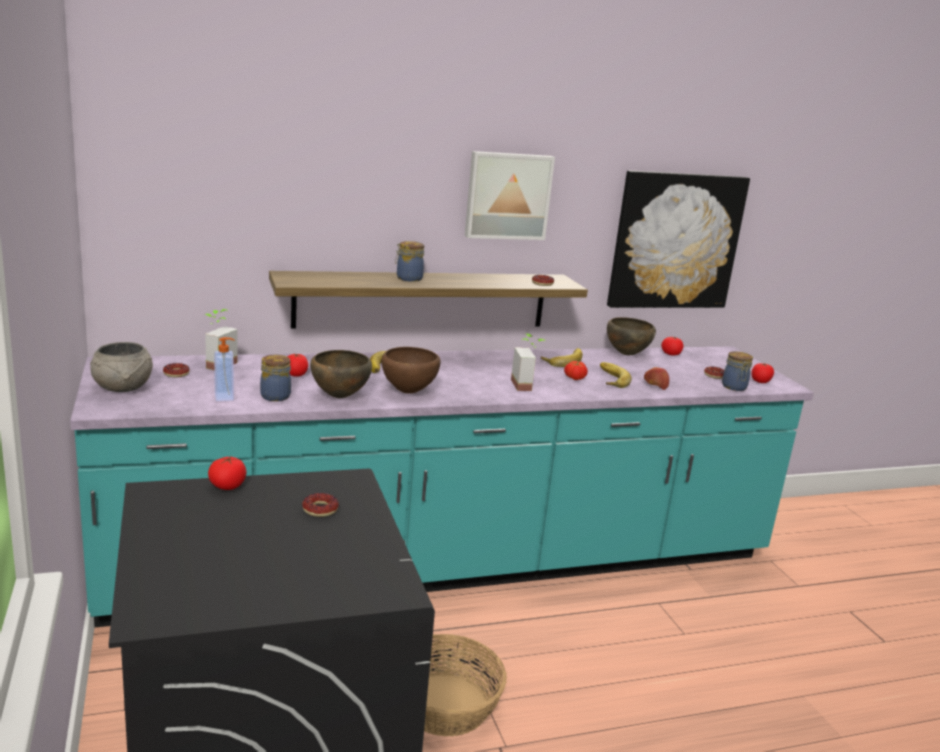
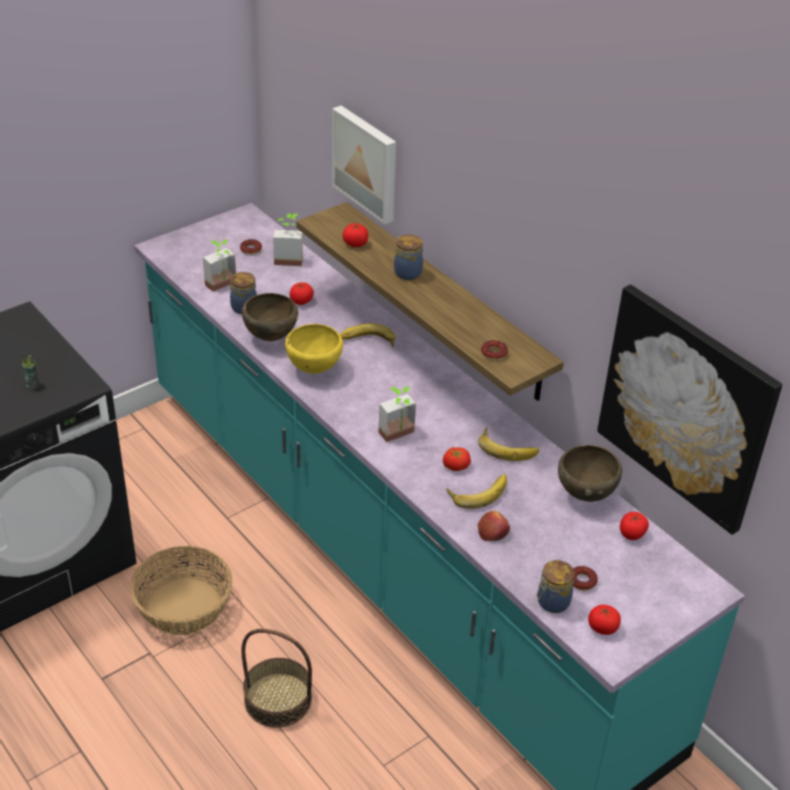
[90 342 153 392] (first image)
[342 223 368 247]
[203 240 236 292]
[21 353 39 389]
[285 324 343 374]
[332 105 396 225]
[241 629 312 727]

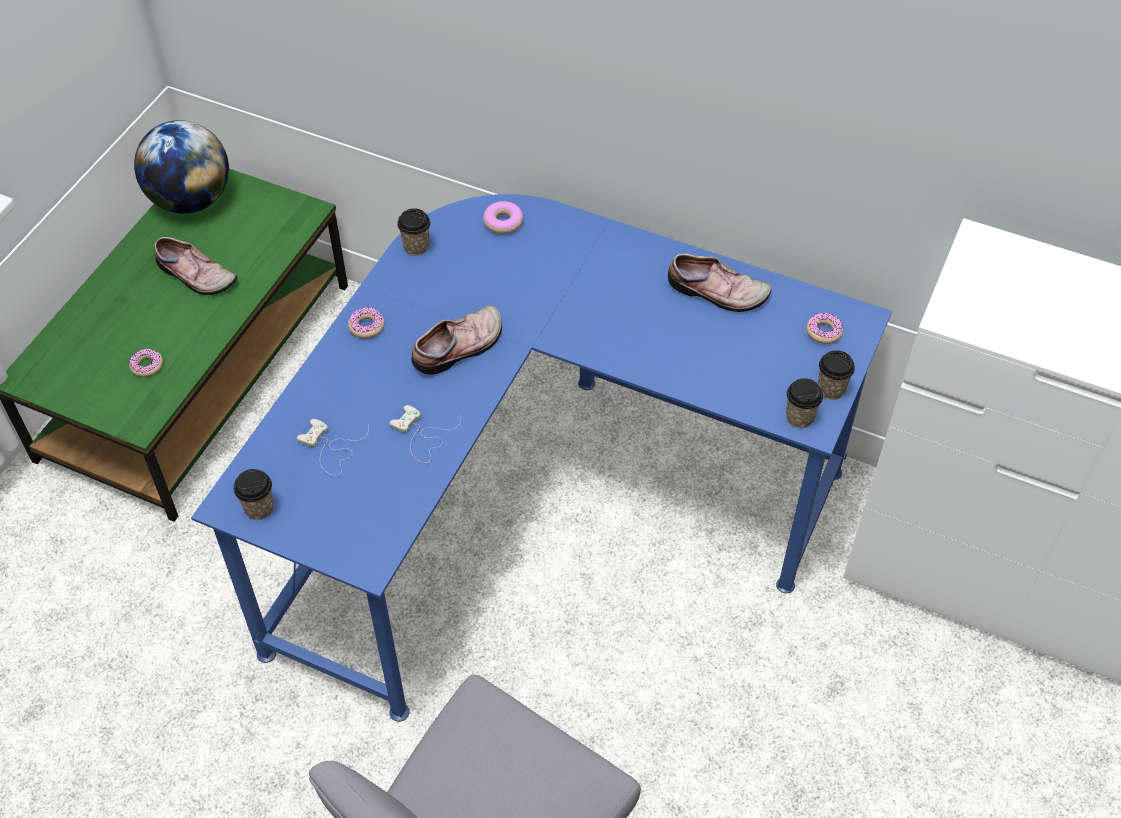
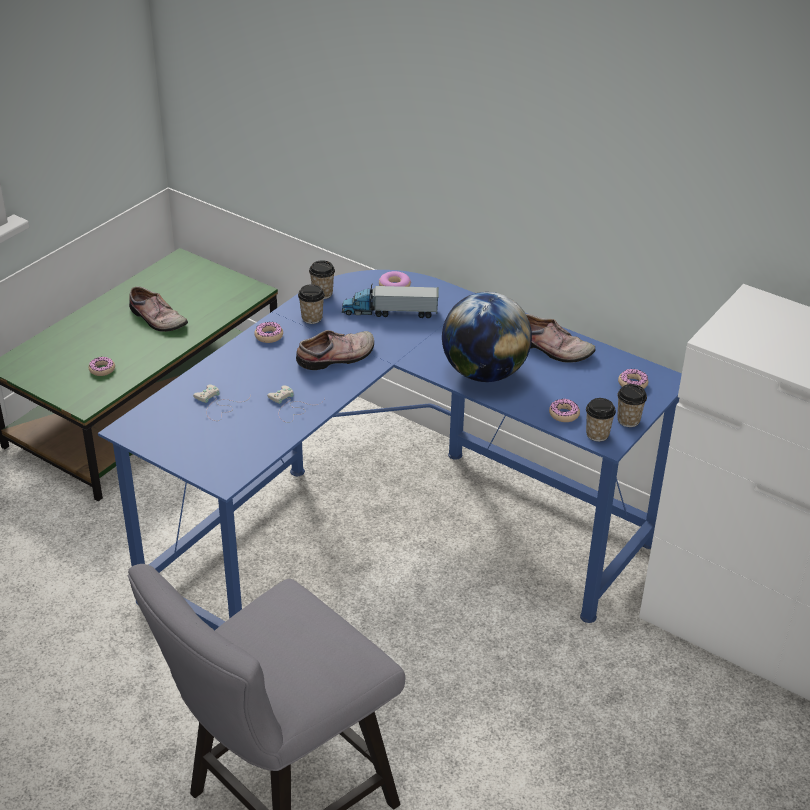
[442 292 532 382]
[298 284 325 324]
[342 284 439 318]
[549 399 580 422]

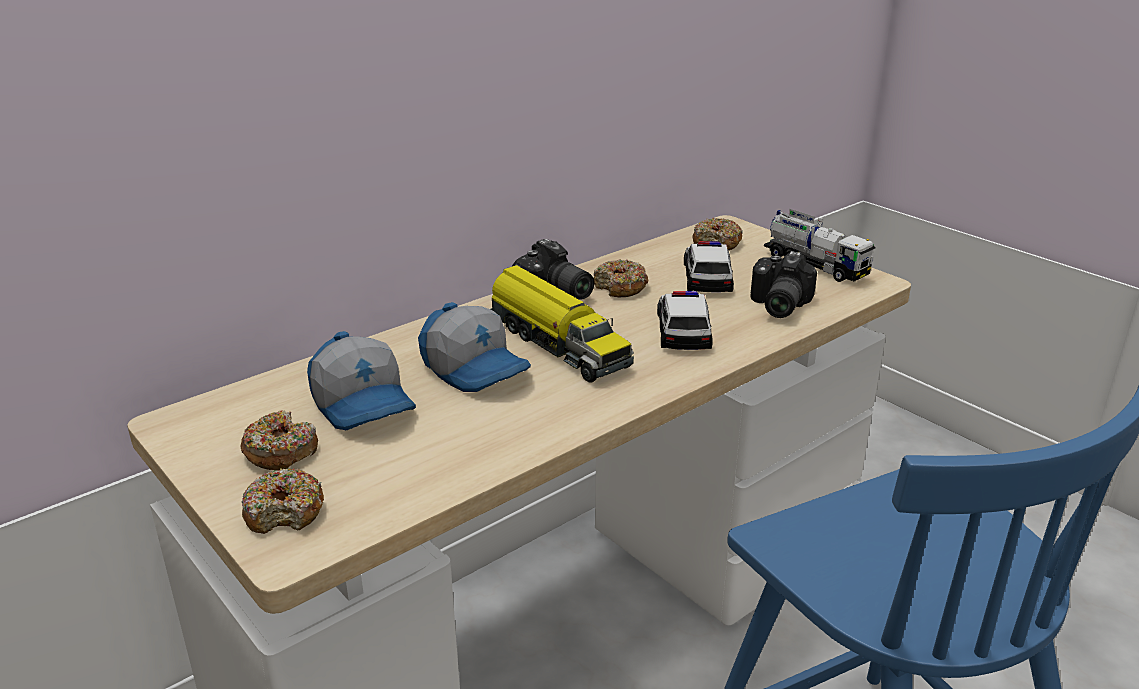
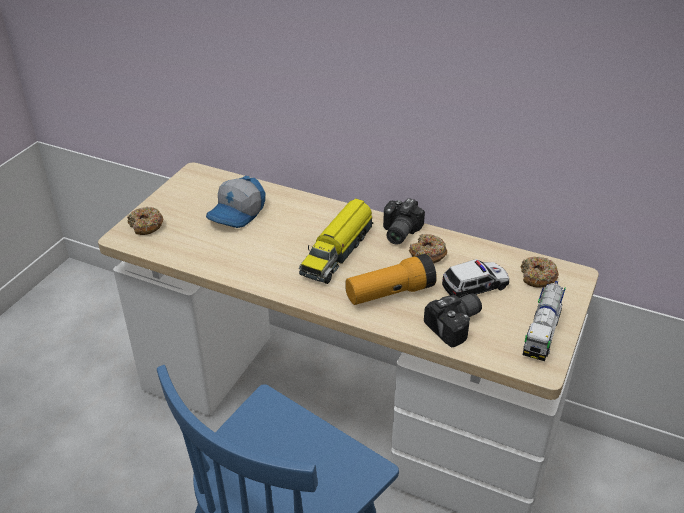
[240 411 318 470] (first image)
[418 302 531 392] (first image)
[345 254 437 305]
[424 293 482 347]

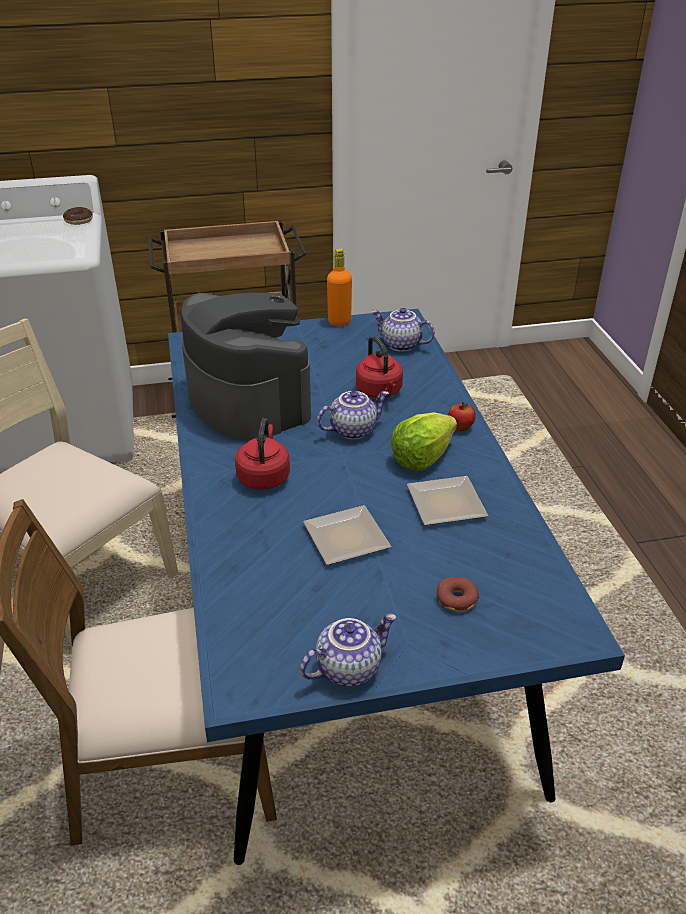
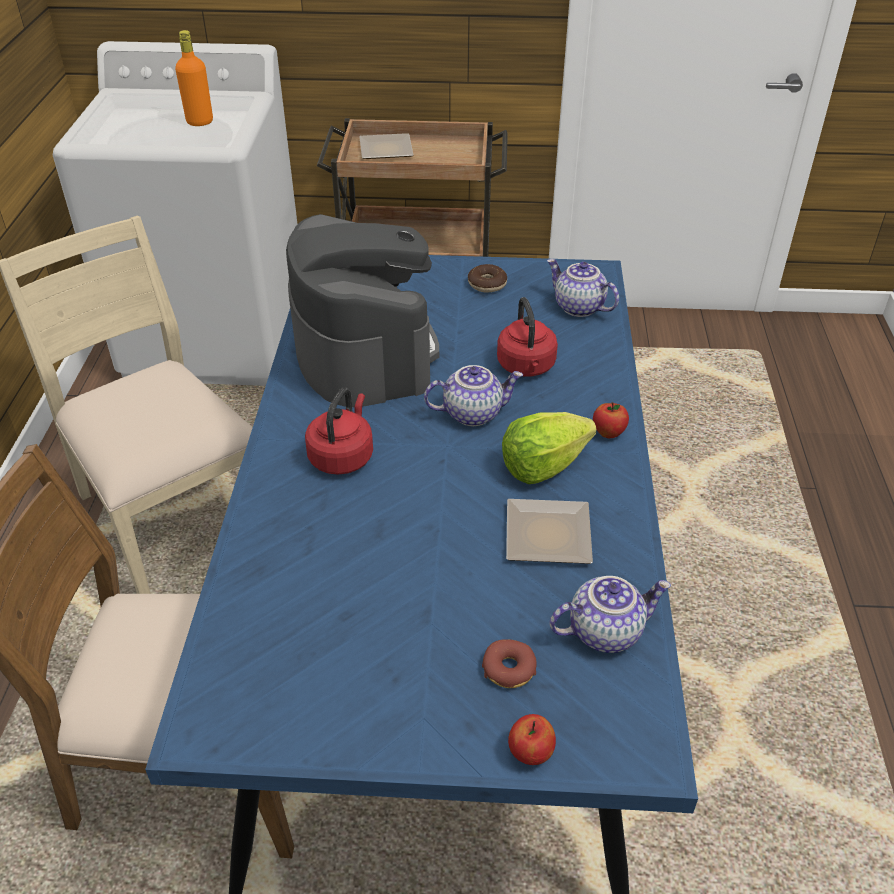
[468 264 507 293]
[549 576 671 653]
[359 133 414 159]
[175 30 213 126]
[508 714 556 765]

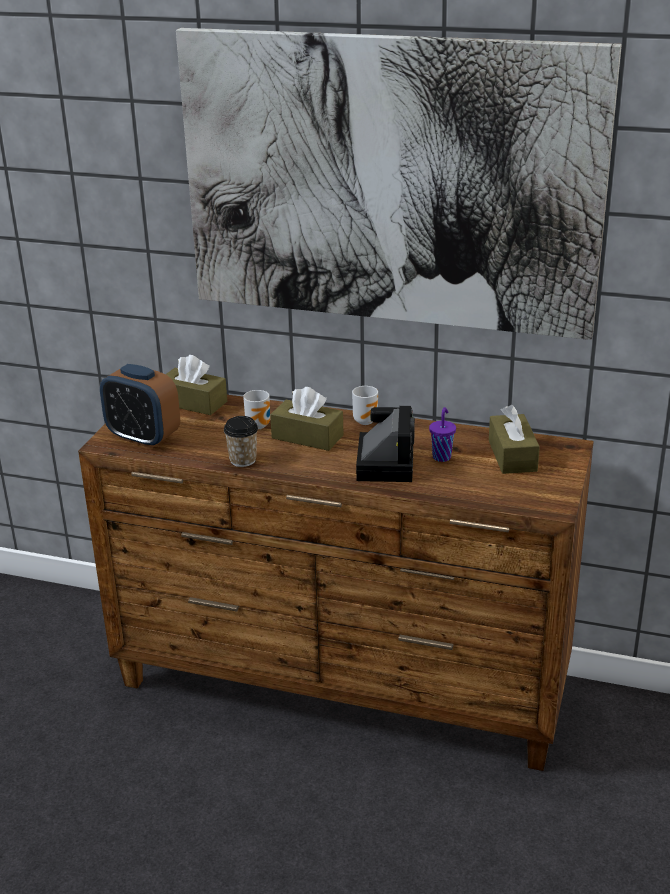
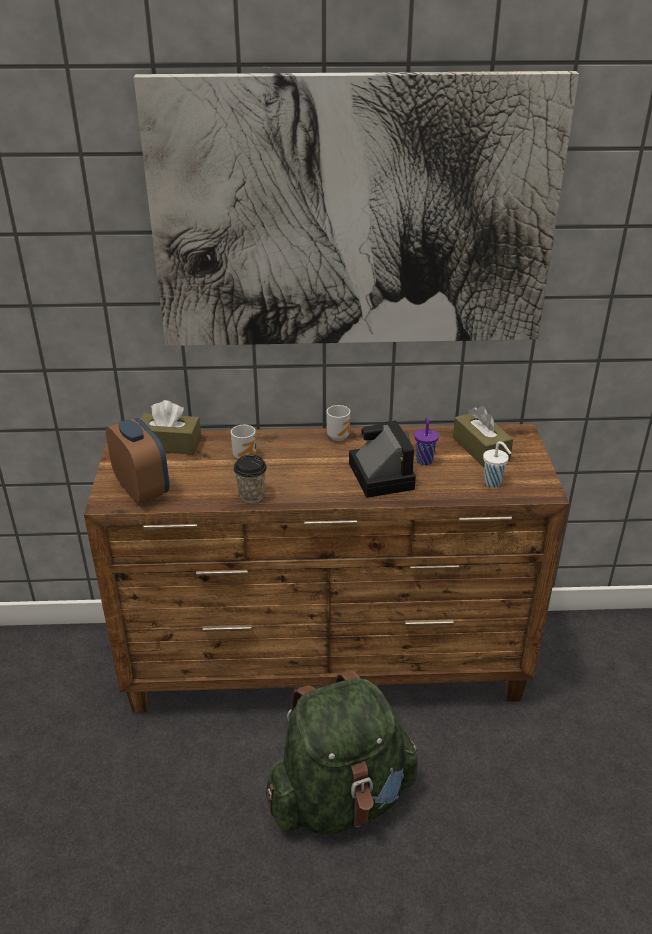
[106 418 170 503]
[270 387 343 451] (first image)
[266 671 418 835]
[483 441 511 488]

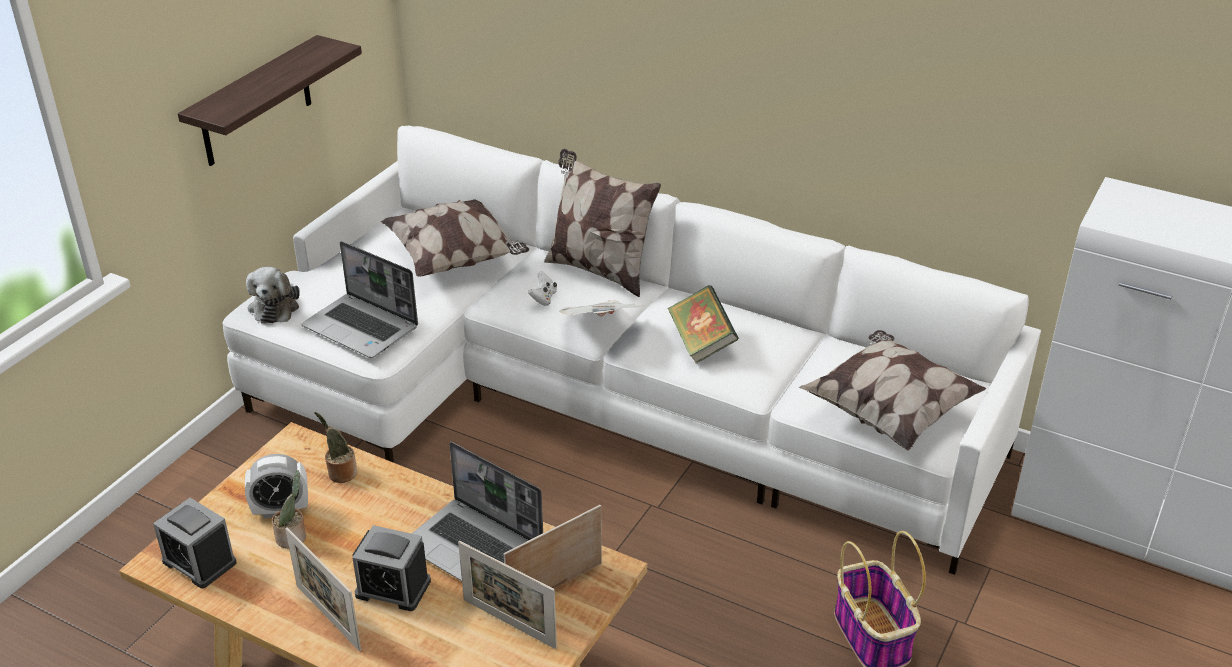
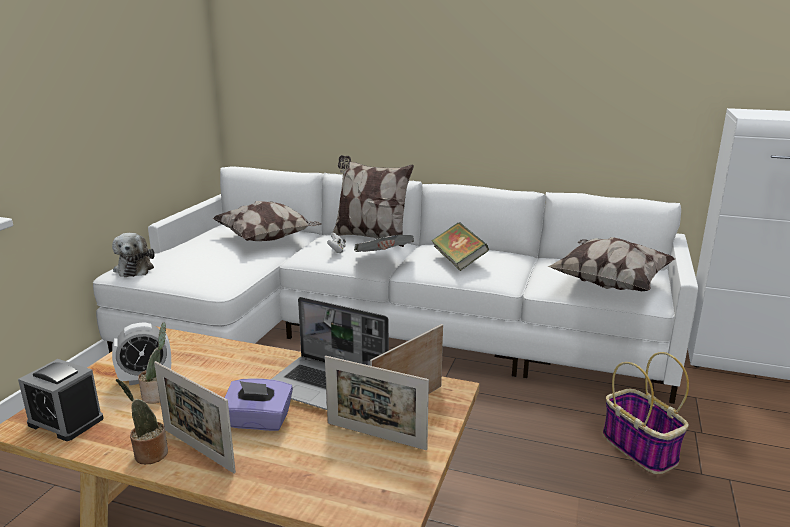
[178 35 362 166] (first image)
[302 241 418 358] (first image)
[116 379 168 464]
[225 378 293 431]

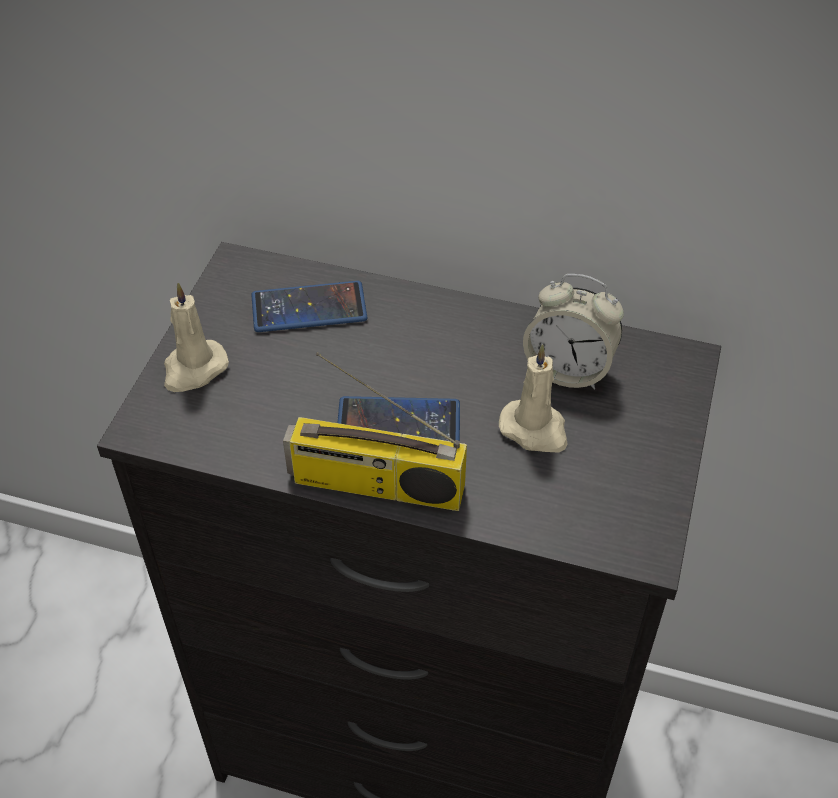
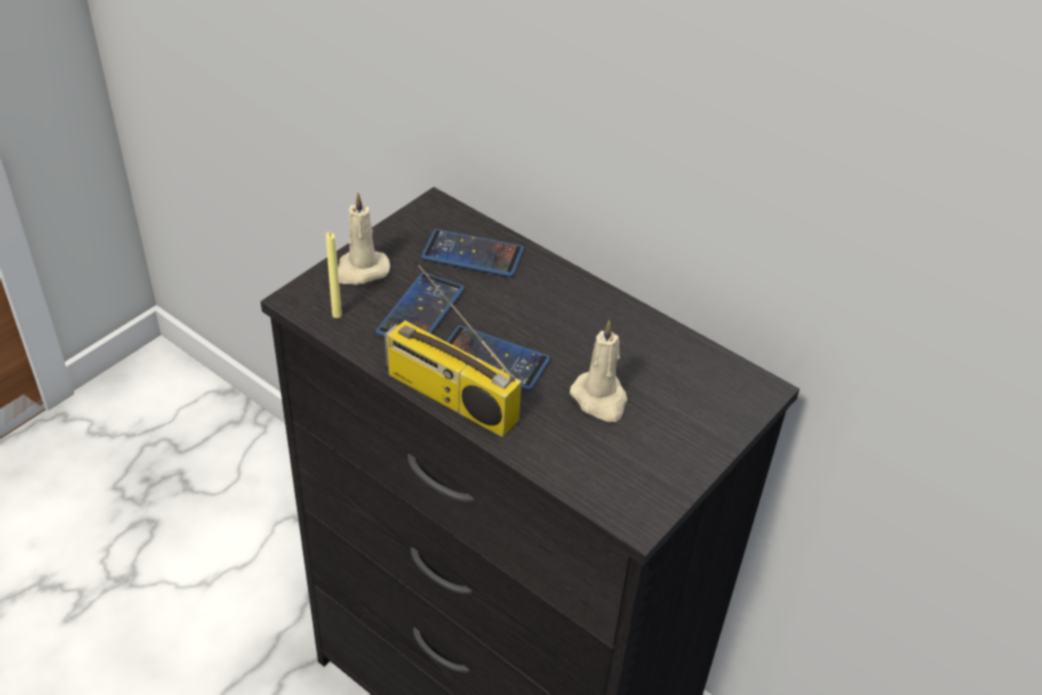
[523 274 624 390] (first image)
[326 232 342 318]
[375 273 465 337]

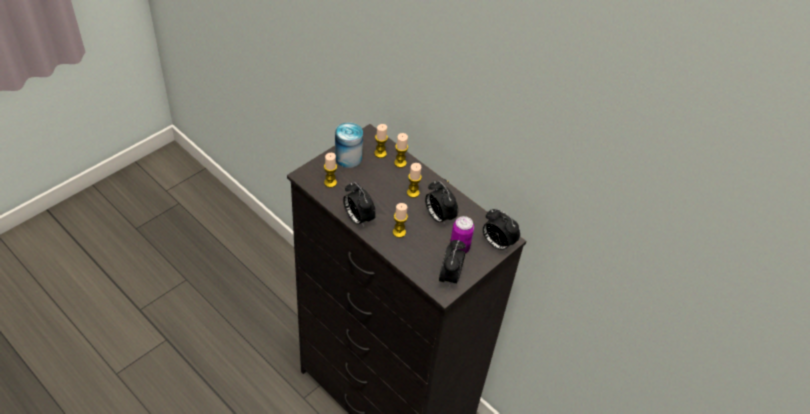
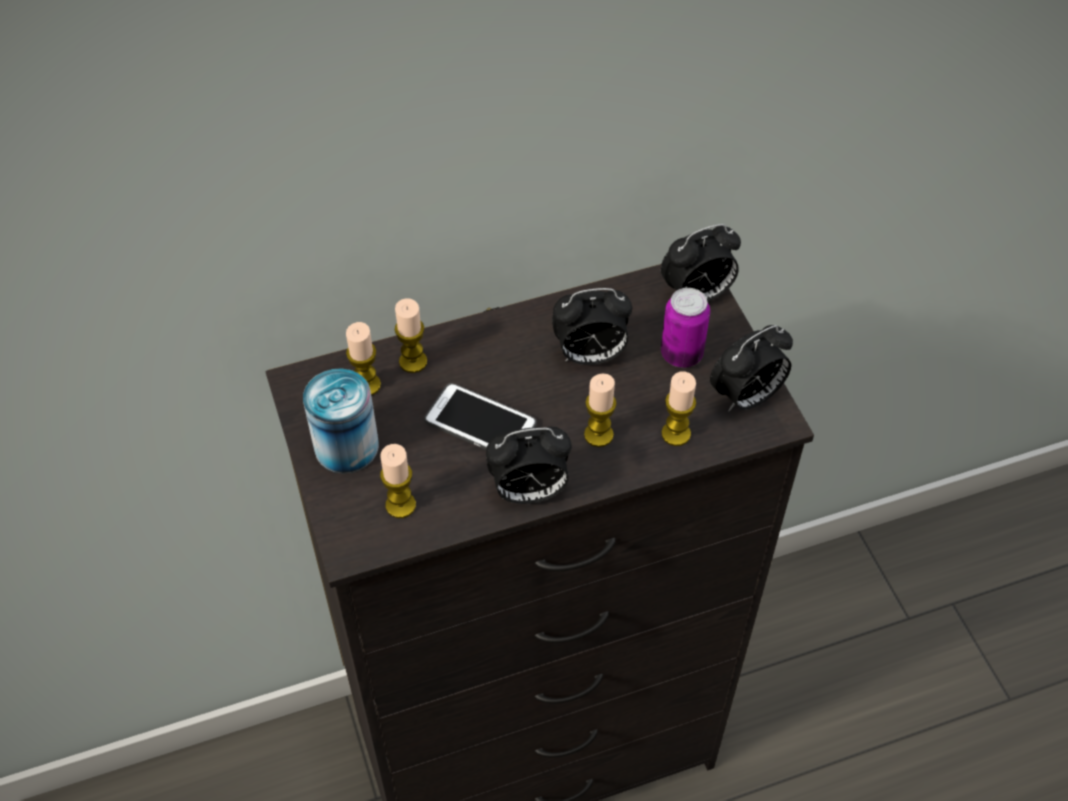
[661 371 696 446]
[710 325 793 412]
[424 383 537 450]

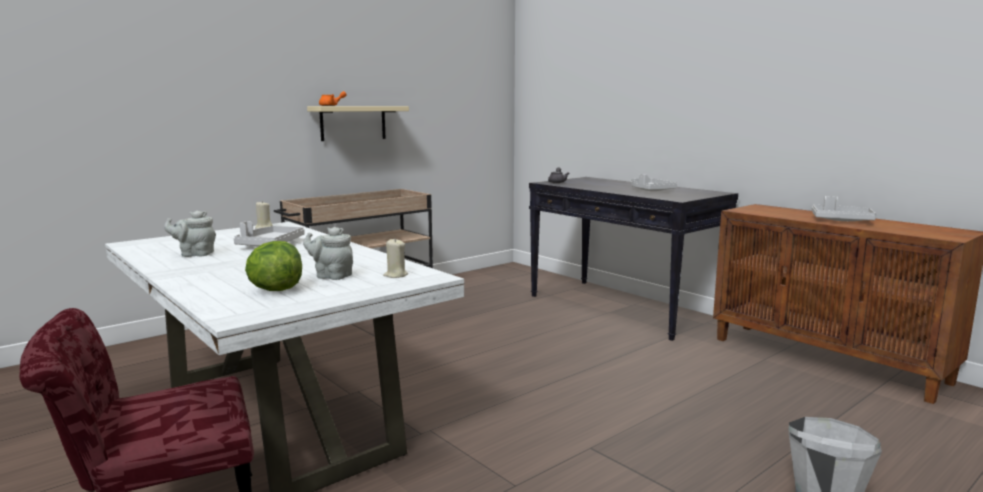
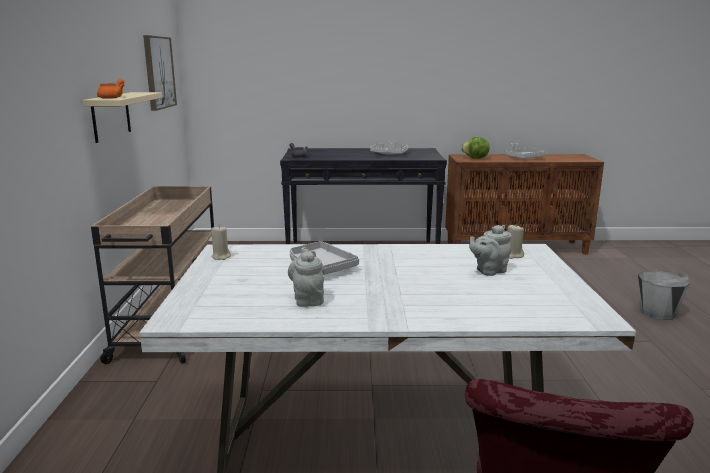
[288 249 325 307]
[461 137 490 159]
[143 35 177 111]

